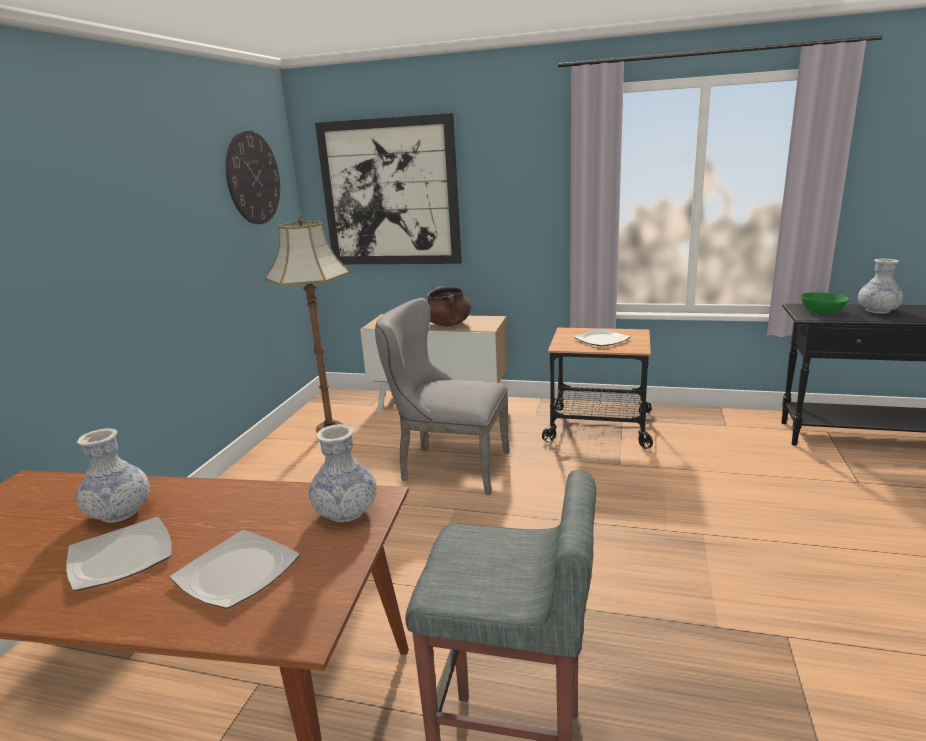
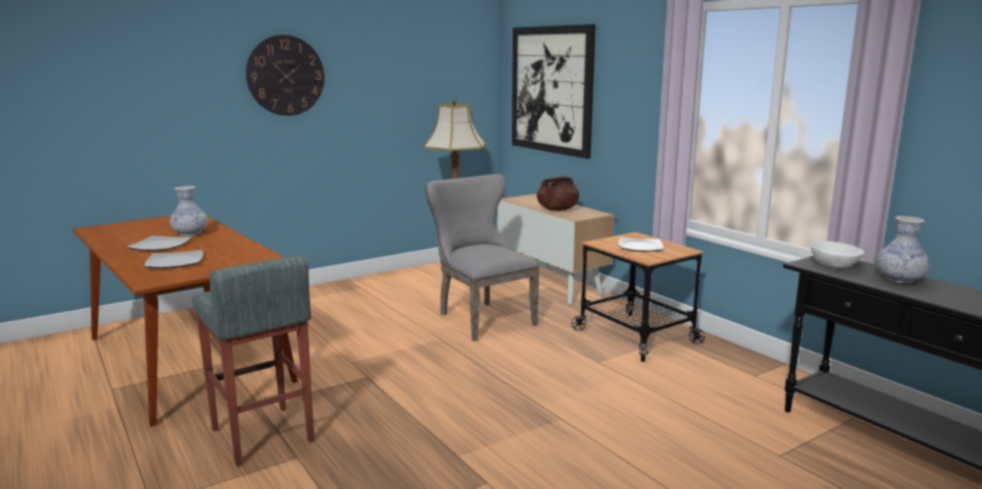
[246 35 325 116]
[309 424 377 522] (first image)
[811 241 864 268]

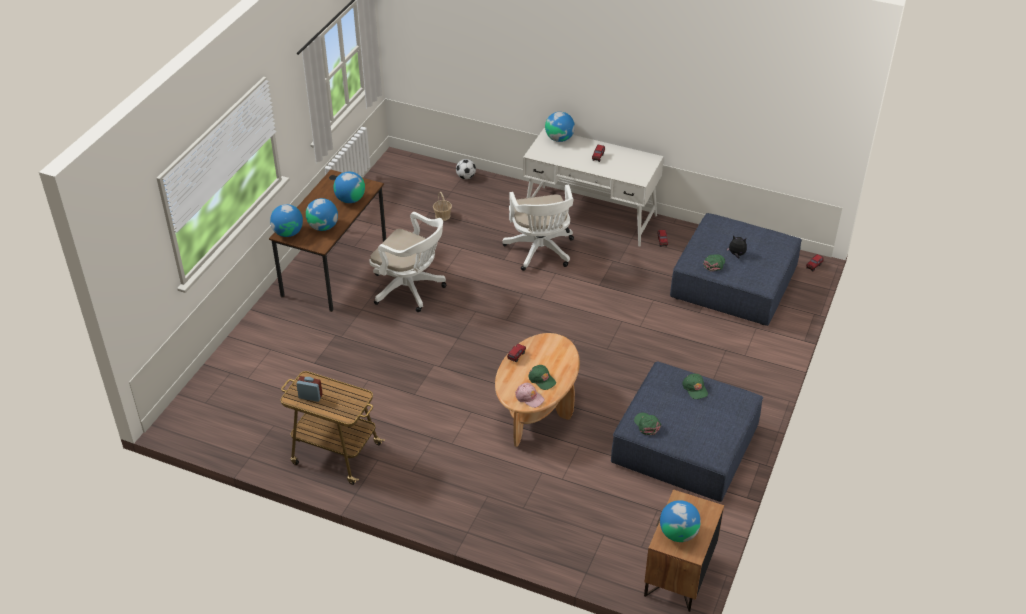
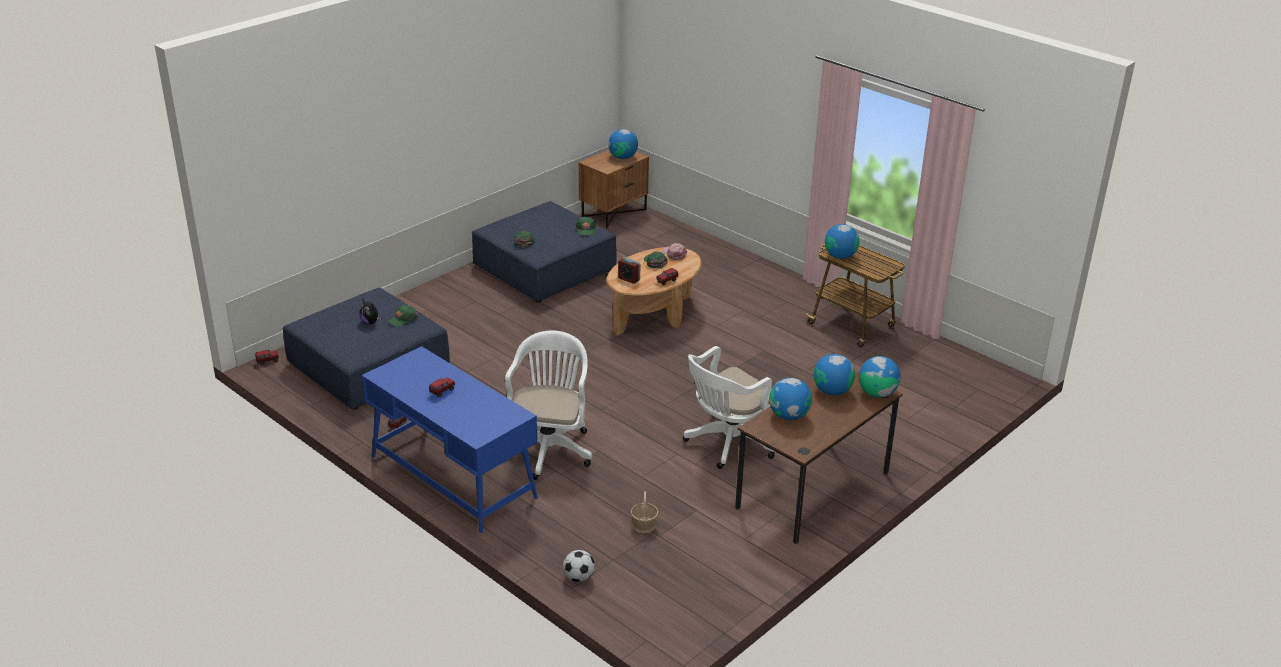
[618 257 641 284]
[683 346 775 469]
[362 346 538 533]
[825 224 859 259]

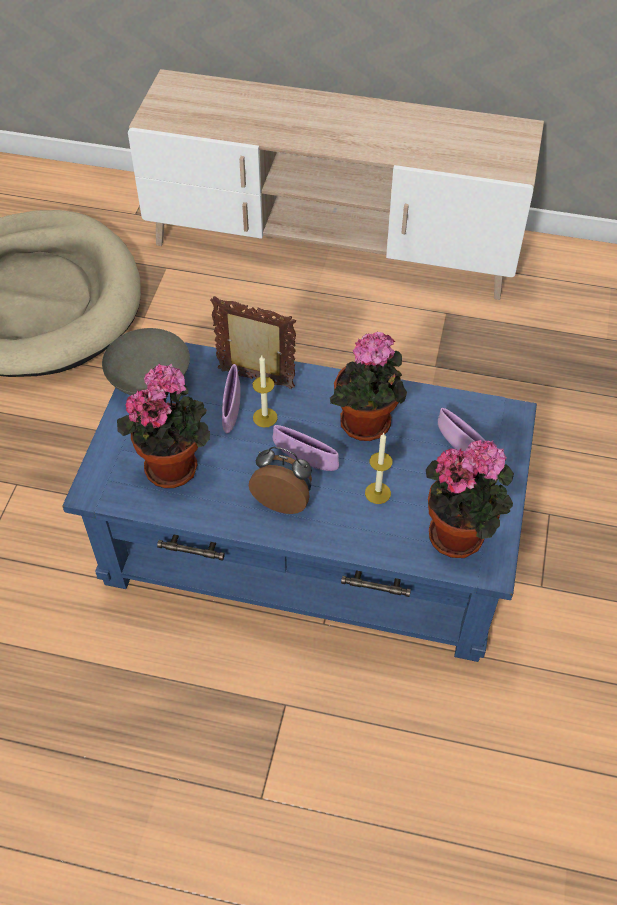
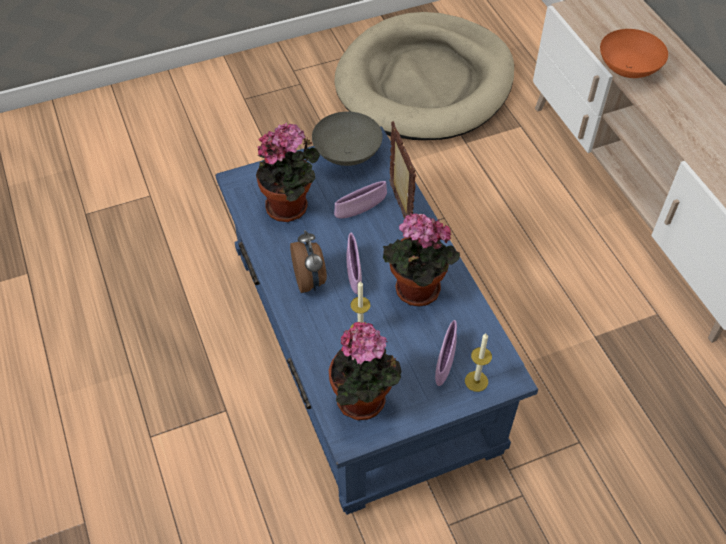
[465 333 492 392]
[600 29 668 78]

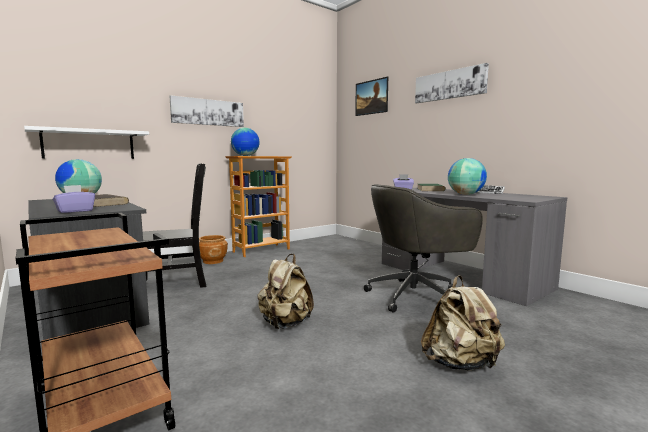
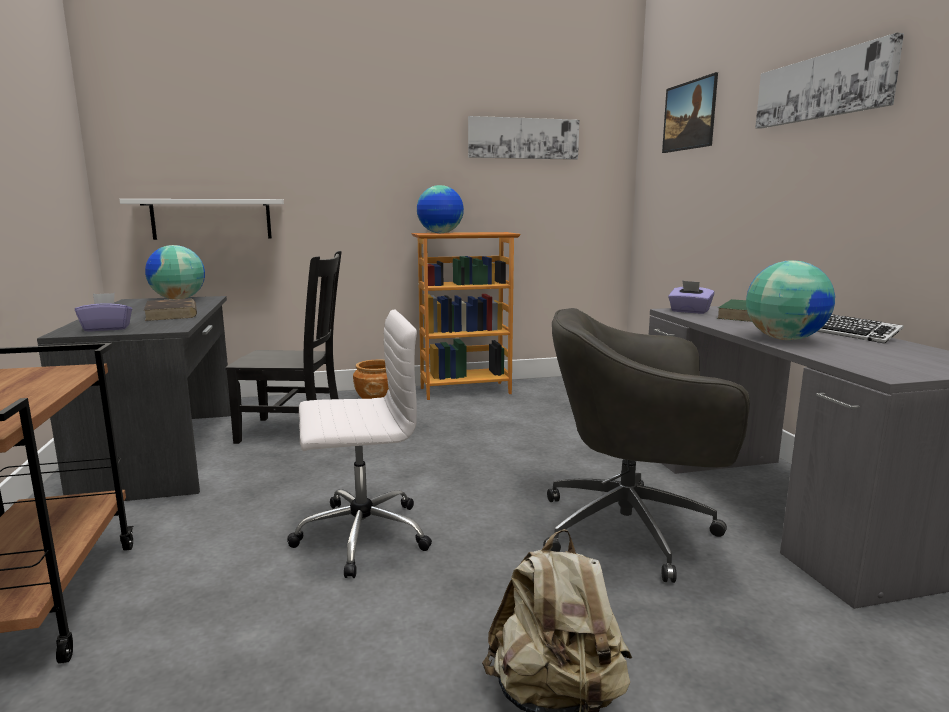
[468 116 579 160]
[287 310 432 578]

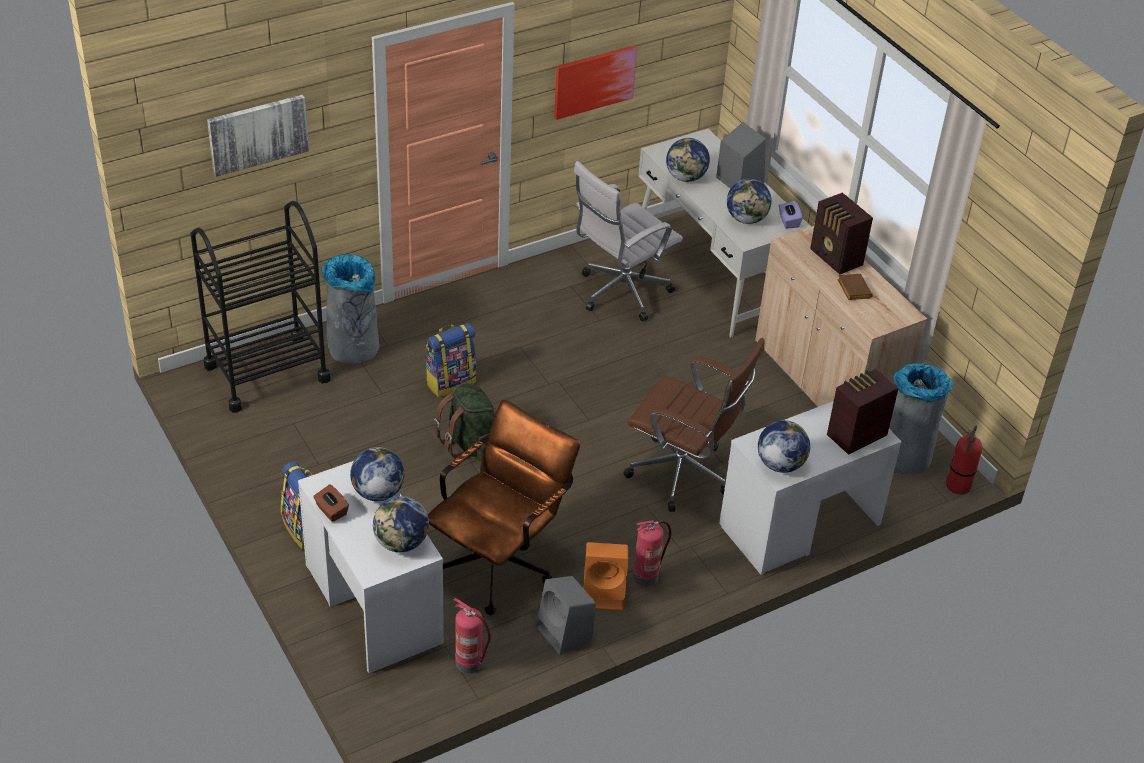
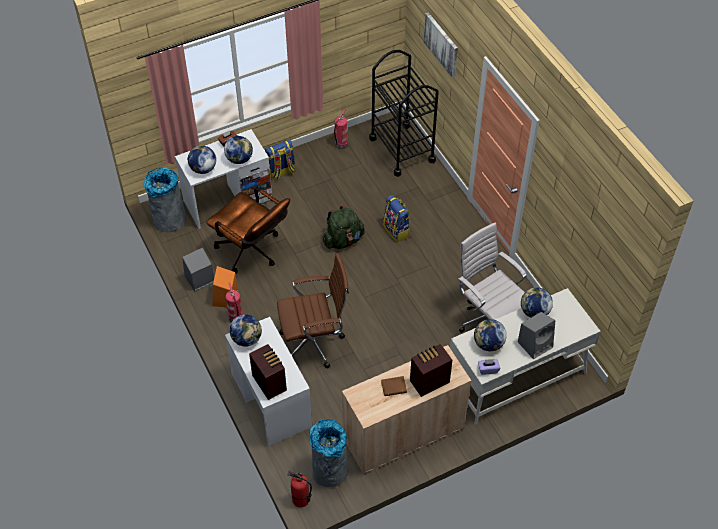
[143 167 186 232]
[334 110 348 150]
[554 46 637 120] (first image)
[277 253 349 368]

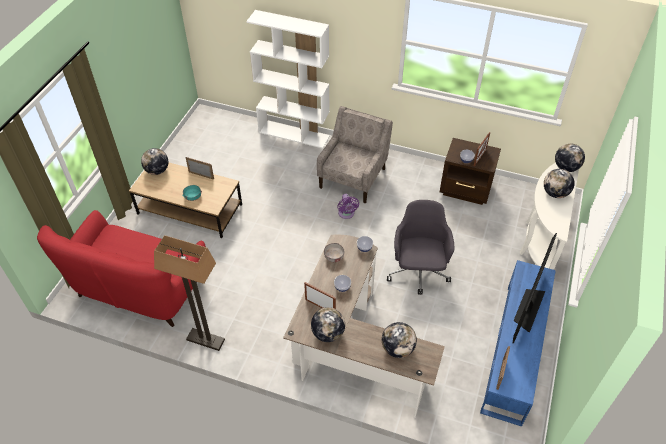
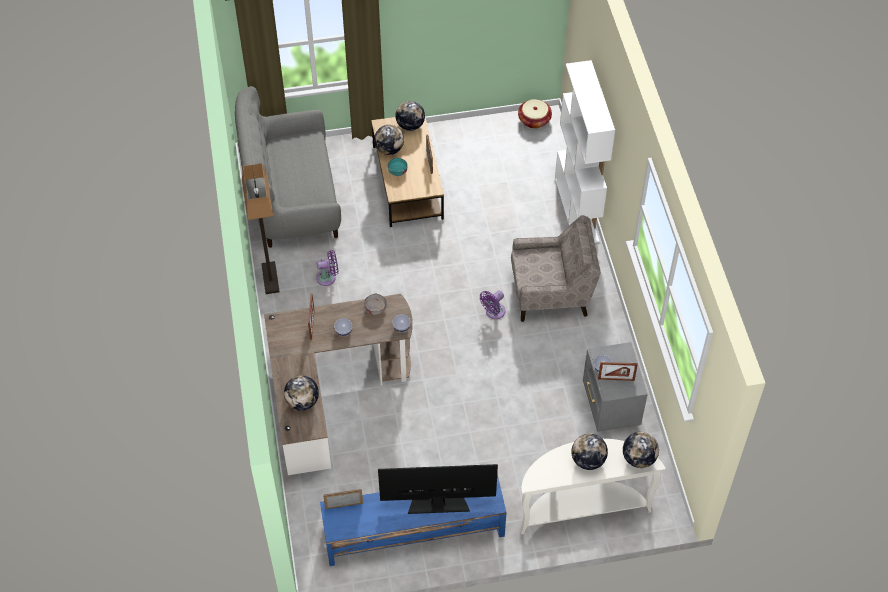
[235 86 341 248]
[374 125 404 155]
[387 200 455 295] (first image)
[583 342 648 432]
[316 250 338 286]
[518 99 552 128]

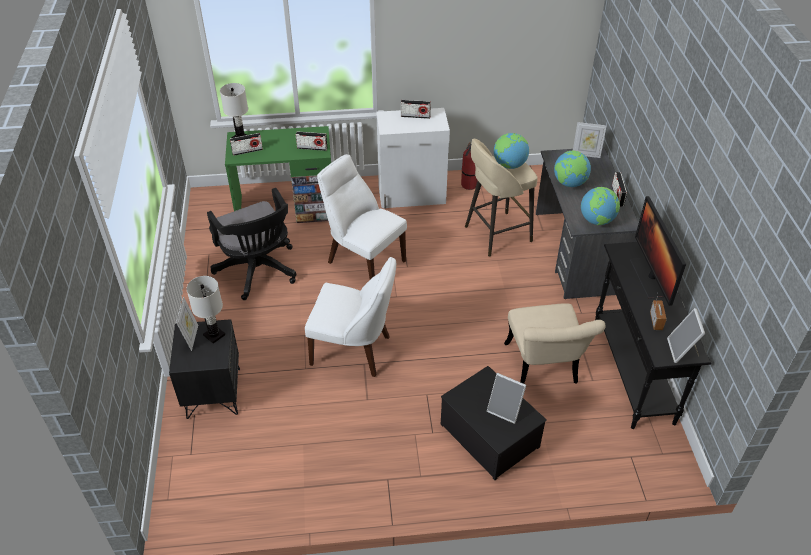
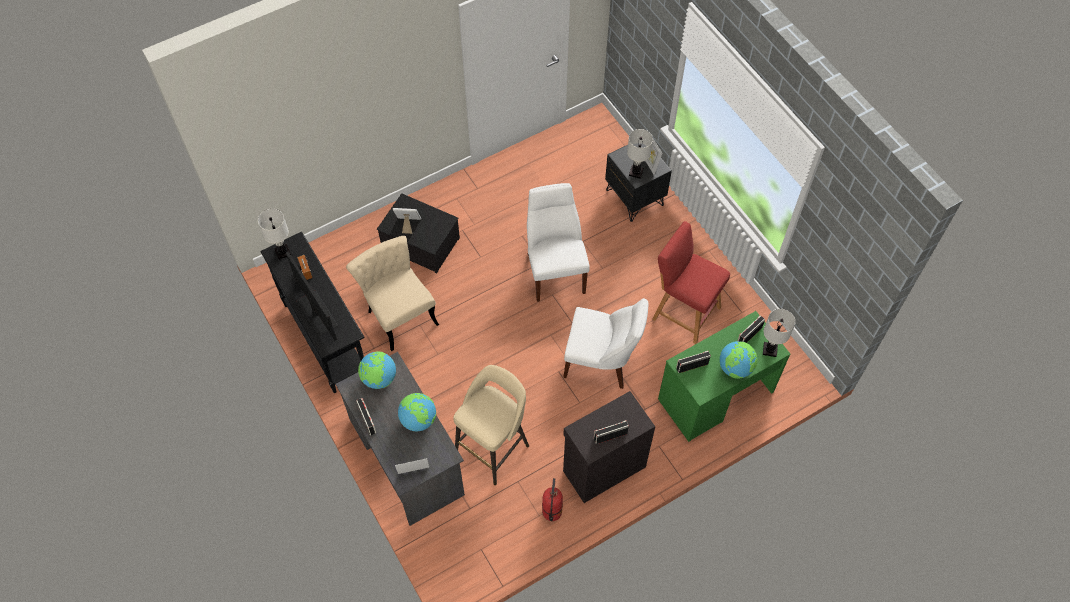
[652 221 730 344]
[527 183 590 302]
[563 391 655 503]
[720 341 757 379]
[258 209 291 260]

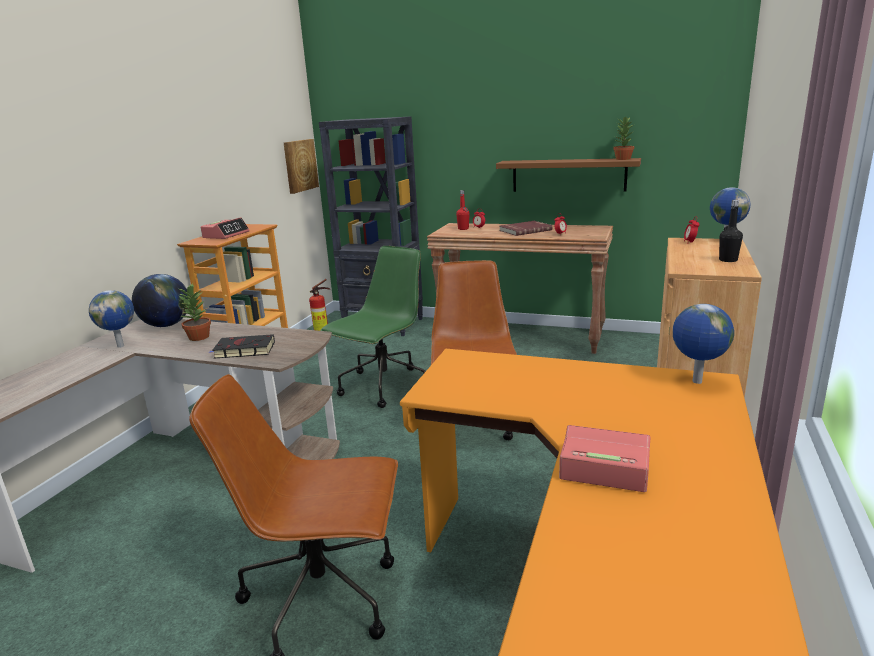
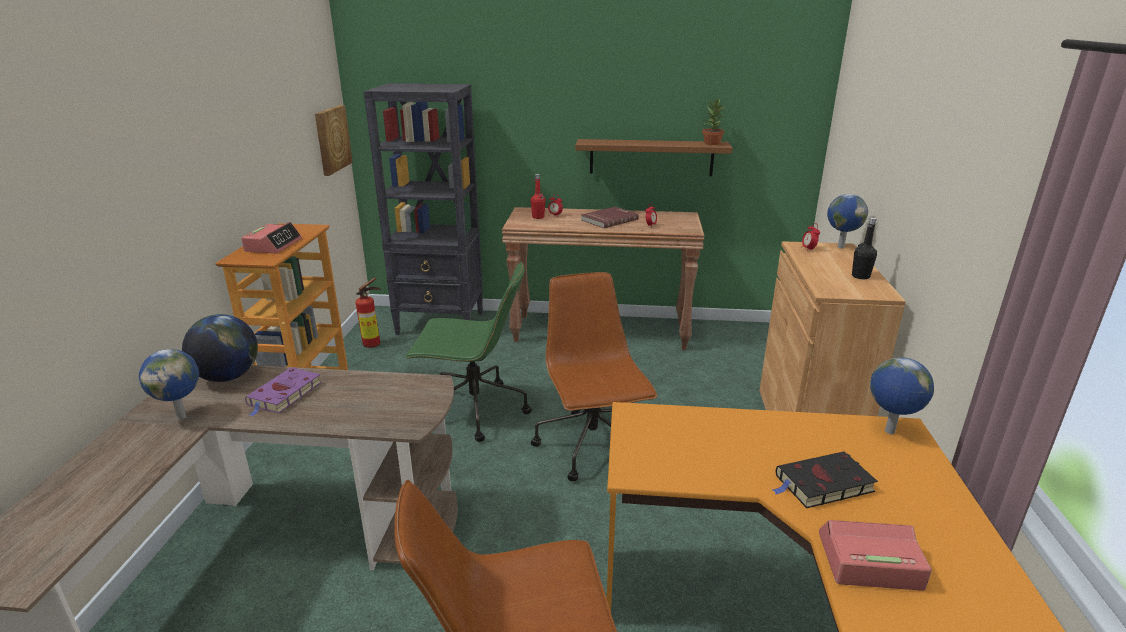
[245 367 322 416]
[772 451 878 508]
[405 262 532 442]

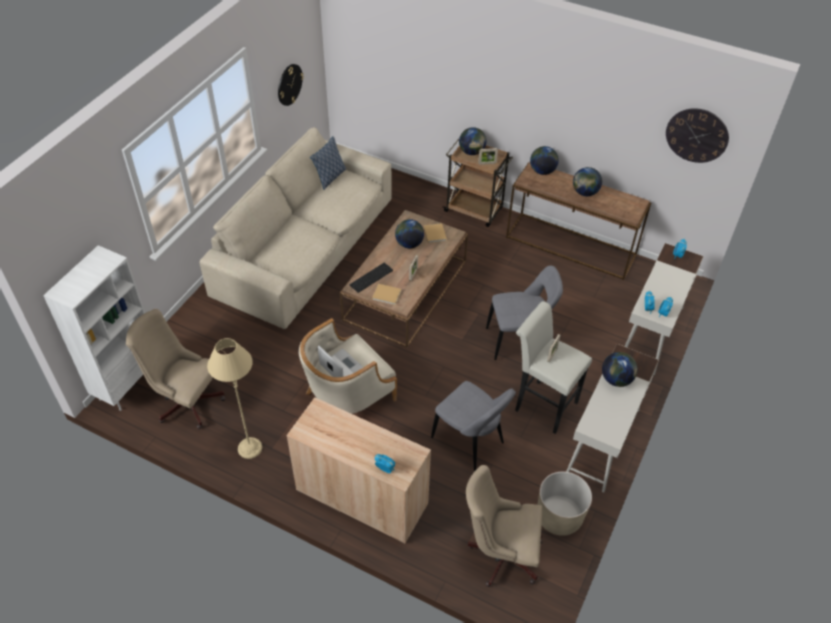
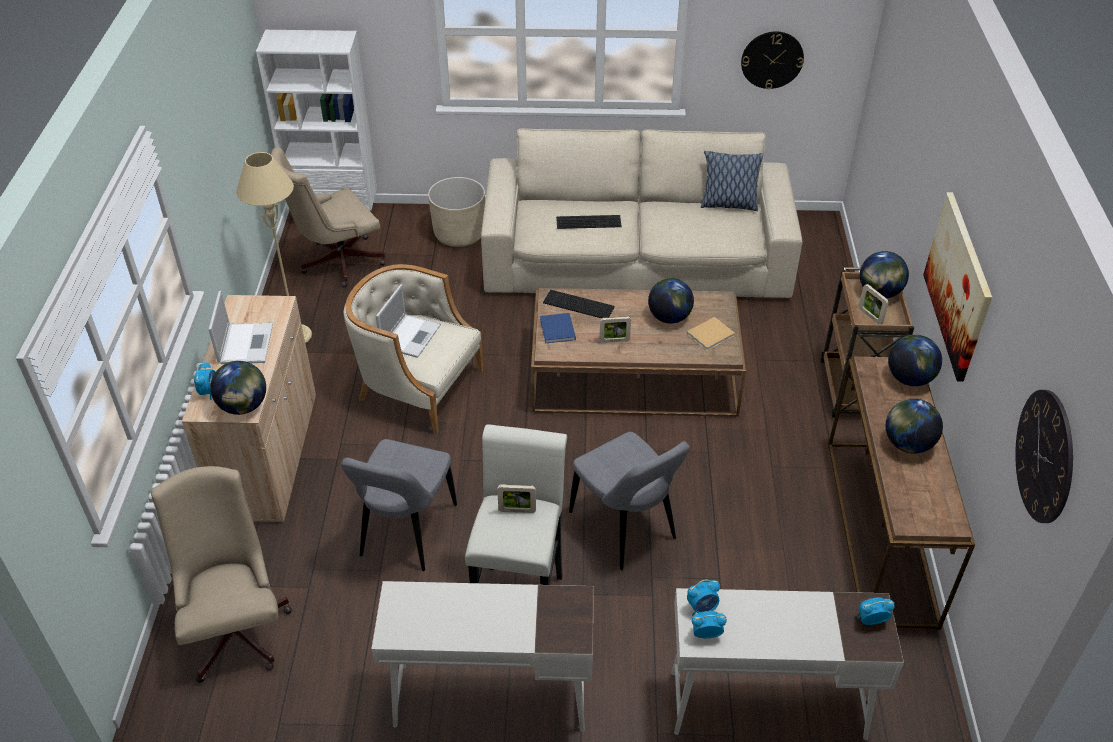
[271 147 386 288]
[540 313 576 343]
[428 177 485 247]
[210 361 266 415]
[208 291 273 364]
[556 215 622 229]
[923 192 992 382]

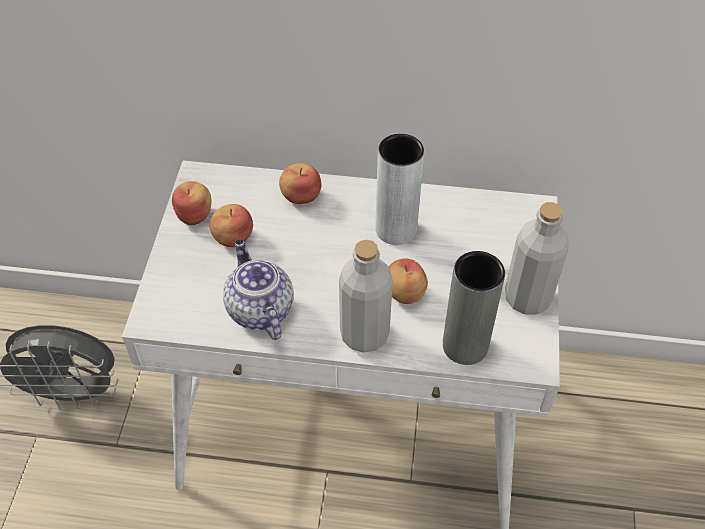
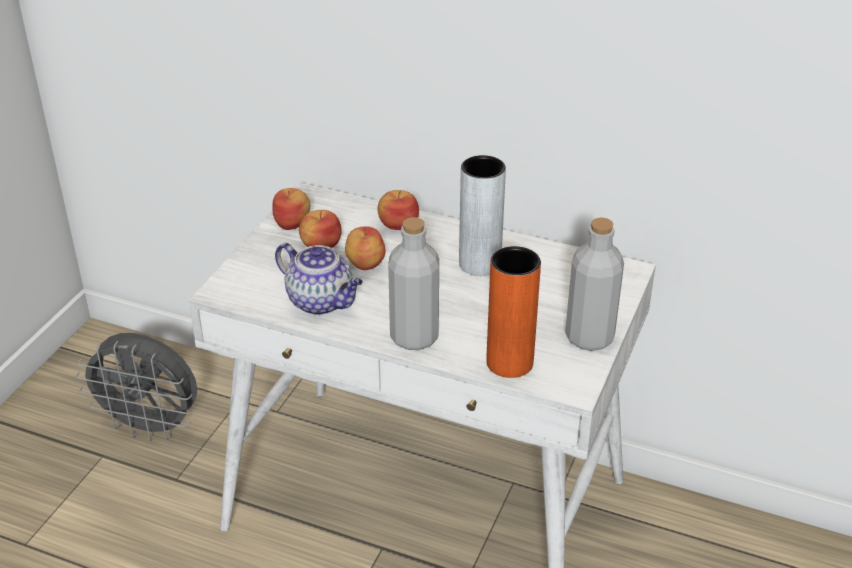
[275 243 363 315]
[345 226 386 270]
[486 246 541 378]

